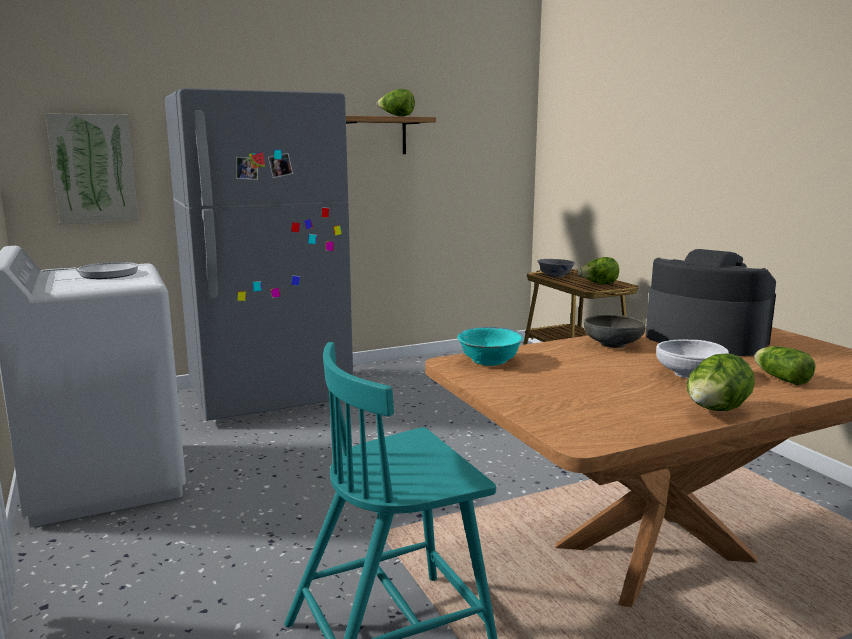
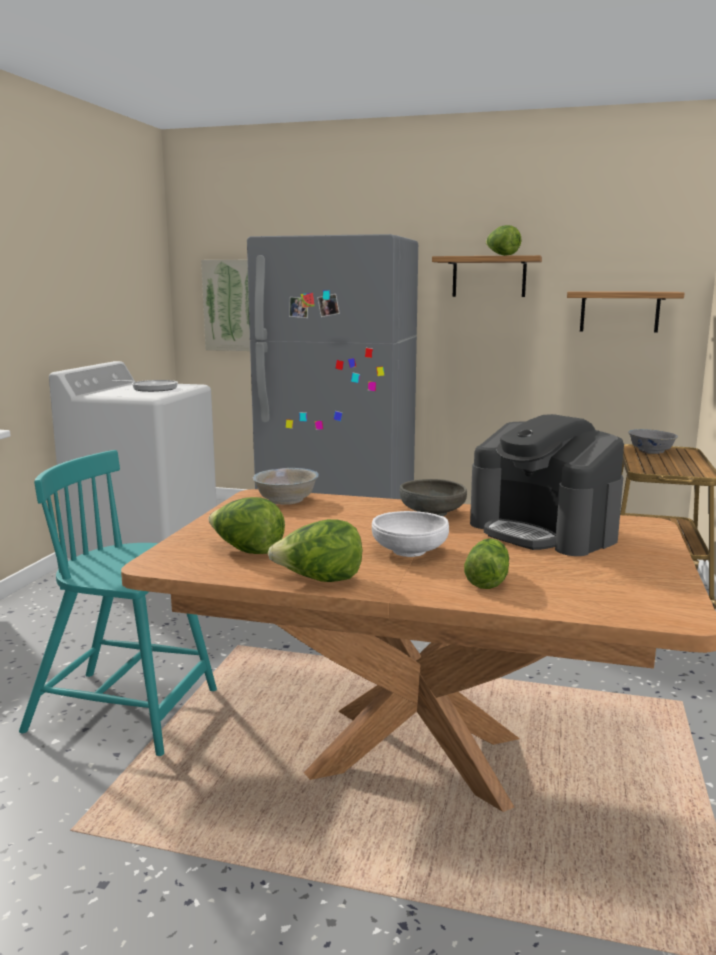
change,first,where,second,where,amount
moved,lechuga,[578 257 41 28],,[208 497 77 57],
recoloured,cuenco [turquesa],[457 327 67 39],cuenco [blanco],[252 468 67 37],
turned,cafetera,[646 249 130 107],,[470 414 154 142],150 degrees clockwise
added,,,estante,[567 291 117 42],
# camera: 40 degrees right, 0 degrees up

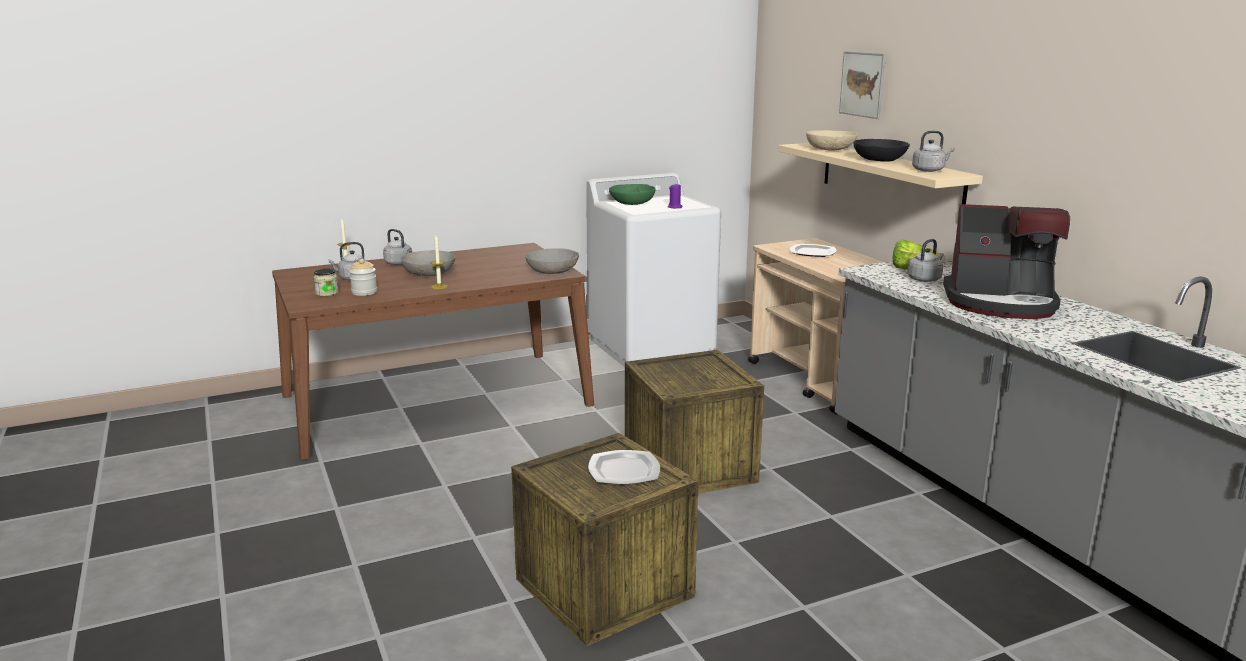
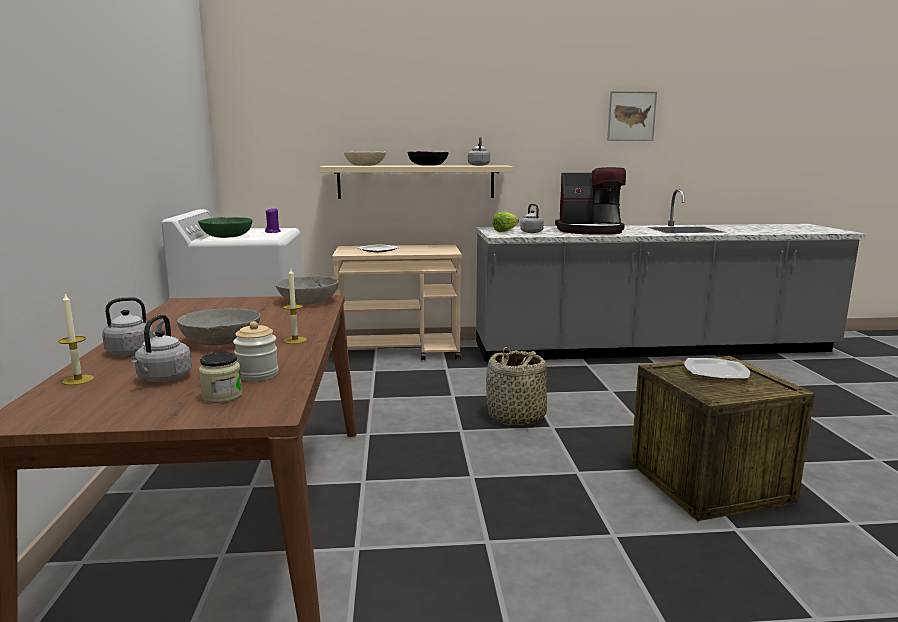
change,first,where,second,where,amount
replaced,caja de embalaje,[625 350 139 144],cesta,[486 347 61 79],
turned,cafetera,[943 204 127 115],,[555 167 71 68],60 degrees clockwise
moved,cuadro,[839 51 47 68],,[607 91 50 50],
# camera: 70 degrees left, 5 degrees down

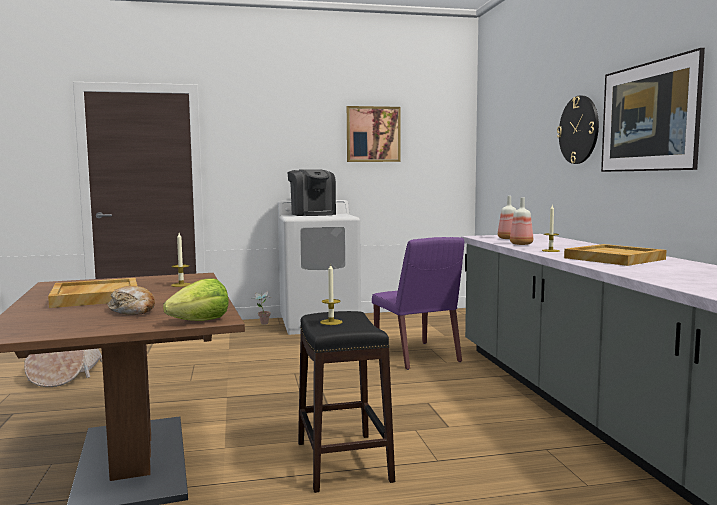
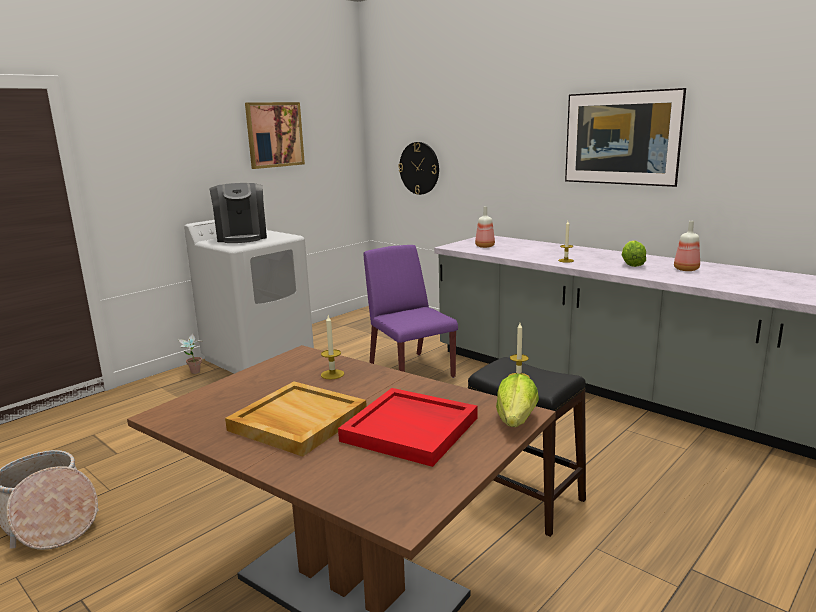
change,first,where,second,where,amount
turned,cafetera,[287 169 49 47],,[209 183 58 60],45 degrees clockwise
replaced,pan,[108 286 47 29],bandeja [rojo],[338 388 139 79],
turned,silla [morado],[372 237 92 133],,[364 245 94 133],150 degrees counterclockwise
moved,reloj de pared,[557 96 42 68],,[398 142 41 53],
replaced,bandeja [beis],[564 244 102 22],lechuga,[622 241 24 26],
moved,botella,[510 197 23 48],,[674 221 26 50],
# camera: 35 degrees left, 10 degrees up

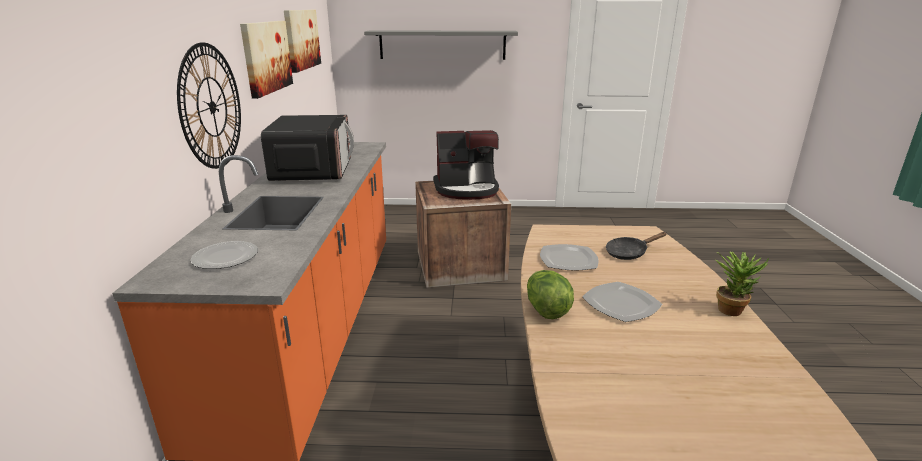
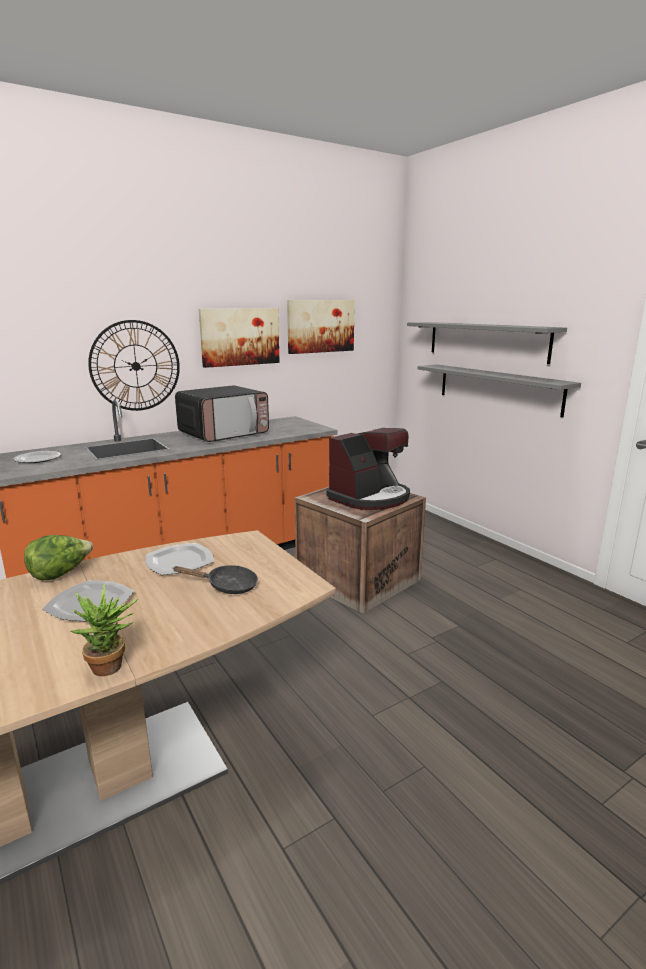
change,first,where,second,where,amount
turned,sartén [negro],[606 232 61 28],,[172 565 86 29],150 degrees clockwise
turned,cafetera,[433 130 66 70],,[326 428 84 82],90 degrees counterclockwise
added,,,estante [gris],[418 365 163 52],
# camera: 55 degrees right, 5 degrees down

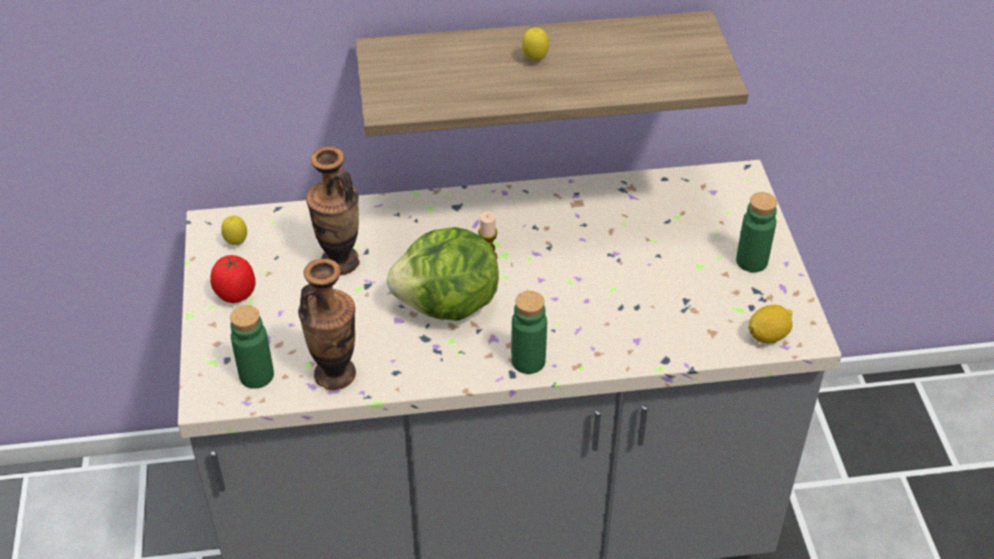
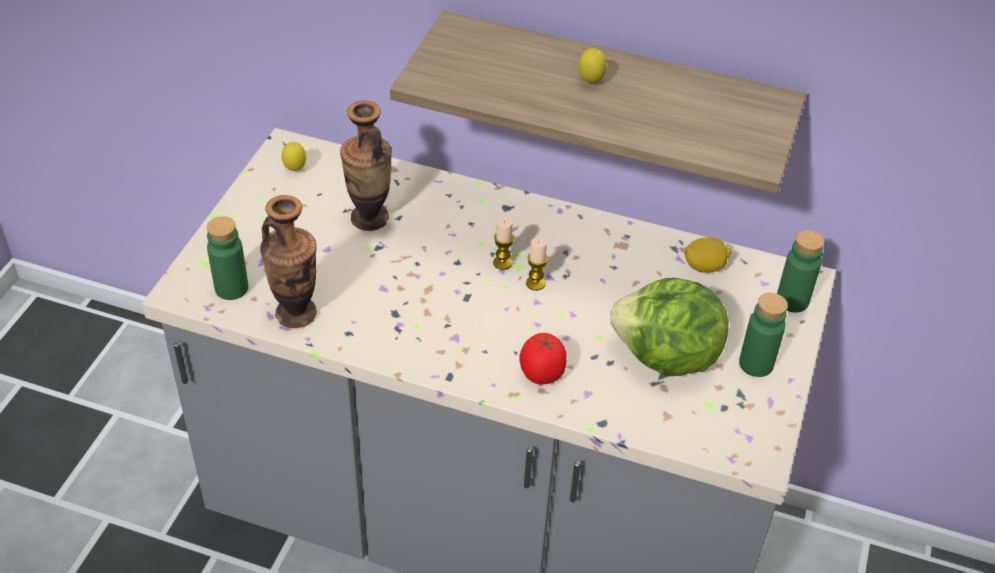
change,first,where,second,where,amount
moved,tomate,[210 255 45 48],,[519 333 48 51],
added,,,vela,[526 238 22 53],
moved,lechuga,[386 227 113 94],,[610 278 119 98],
moved,limón,[748 305 45 38],,[684 237 48 36],
moved,botella [verde],[511 291 36 83],,[777 230 47 83],
# camera: 25 degrees right, 0 degrees up

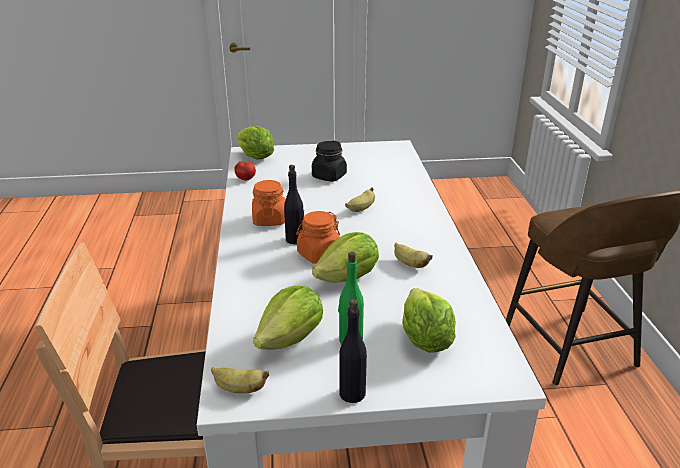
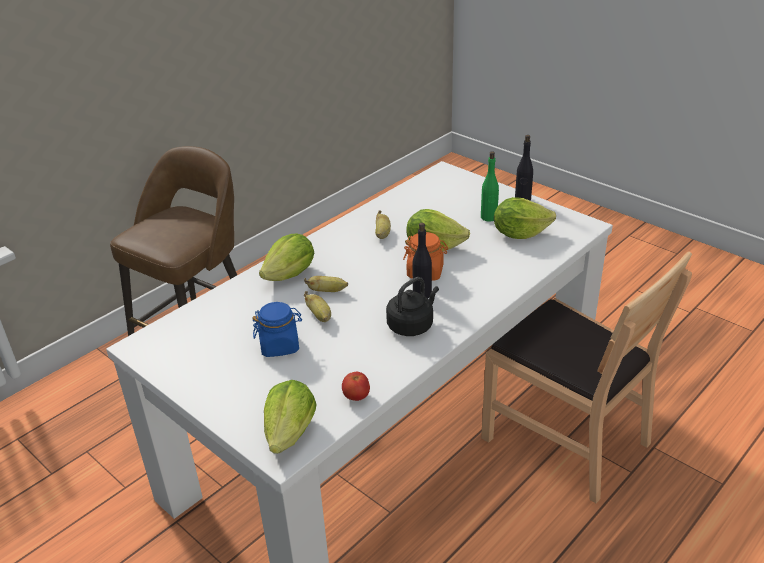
change,first,where,second,where,amount
recoloured,tarro [negro],[312 141 35 41],tarro [azul],[252 302 50 55],
moved,lechuga,[402 288 54 65],,[259 234 55 47],
moved,plátano,[211 367 58 27],,[304 291 27 31],
replaced,tarro [naranja],[252 180 33 46],hervidor [negro],[386 277 53 59],
# camera: 130 degrees left, 5 degrees up

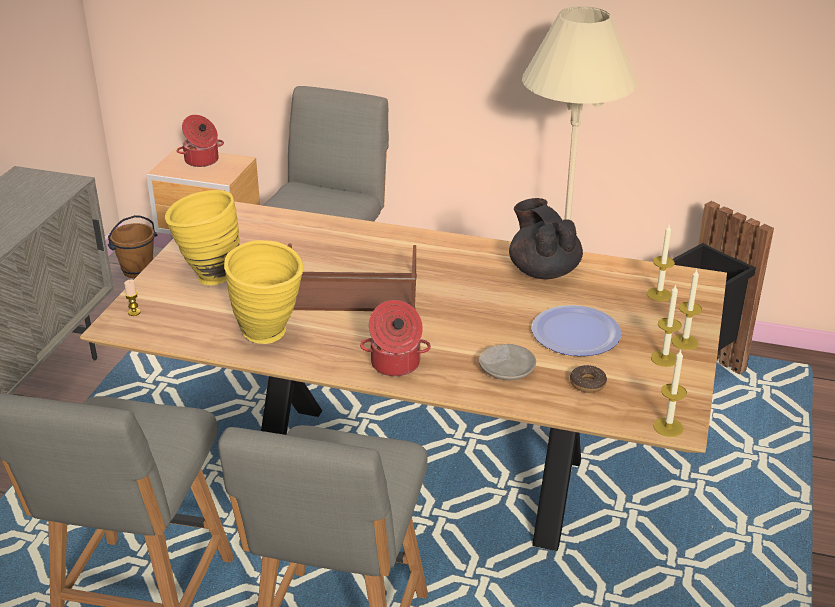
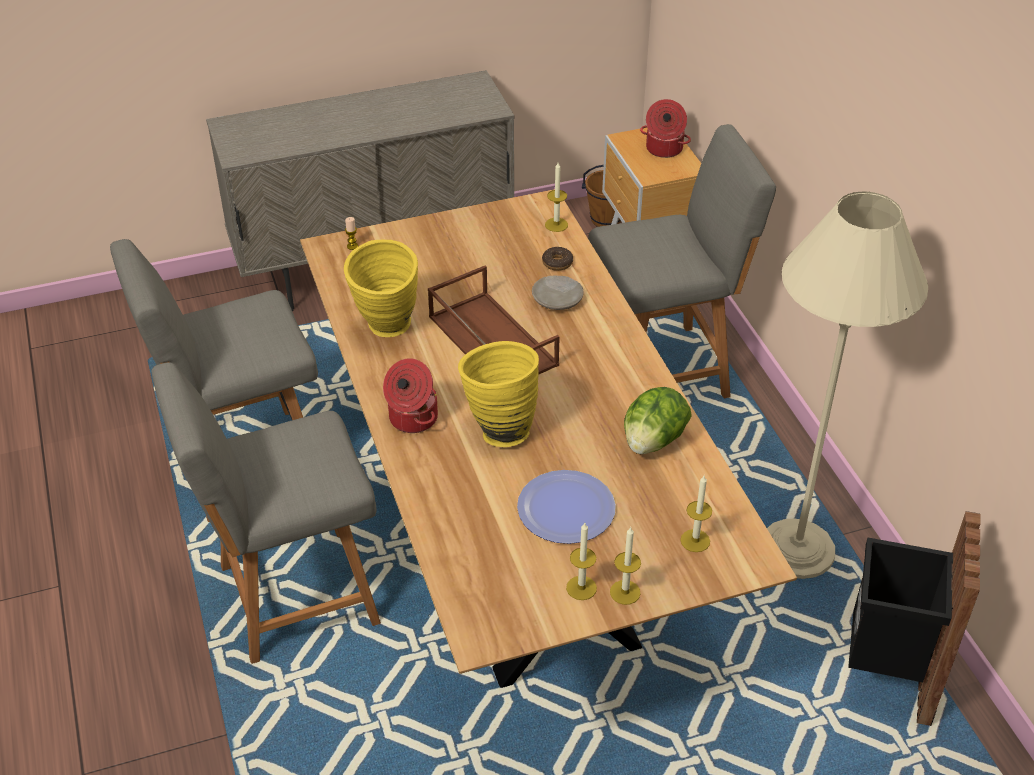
change,first,where,second,where,amount
moved,florero [amarillo],[165 190 75 95],,[458 341 81 106],
moved,plato [beis],[478 344 58 36],,[532 276 52 34],
moved,rosquilla,[570 365 37 28],,[542 247 31 24],
moved,vela,[653 349 34 88],,[545 163 23 69],
replaced,tetera [negro],[509 198 74 81],lechuga,[624 387 68 67],
# camera: 55 degrees right, 10 degrees up

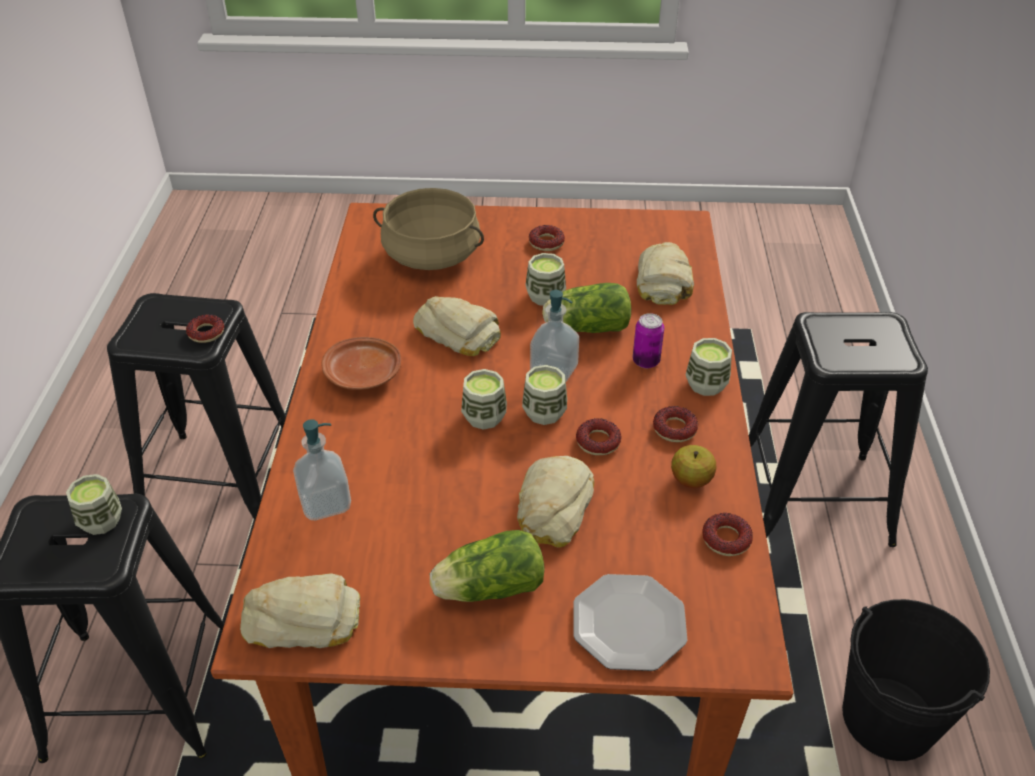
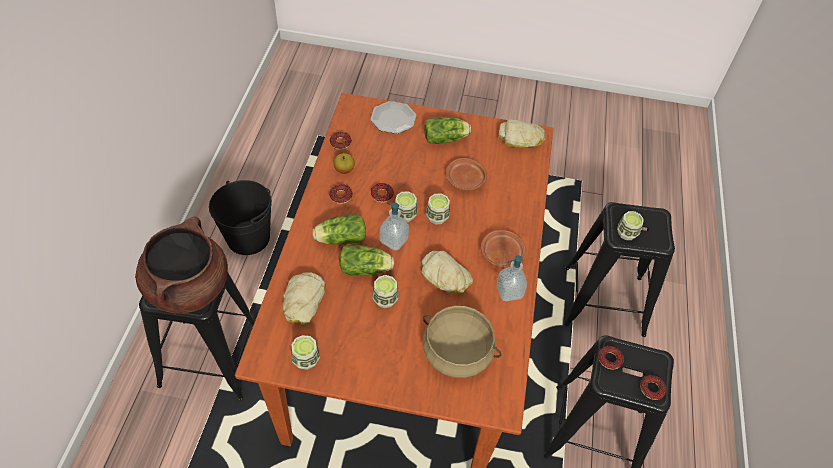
change,first,where,second,where,amount
added,,,olla [marrón],[135 216 93 98],
moved,taza,[686 338 46 58],,[291 335 29 35],
replaced,lata,[633 313 31 55],lechuga,[312 214 54 31],
added,,,plato [marrón],[446 158 42 32],
moved,dispensador de jabón,[293 419 58 101],,[496 255 31 47],
moved,rosquilla,[529 225 36 26],,[640 375 27 25],
removed,pan,[517 456 77 92],,,
# camera: 175 degrees left, 10 degrees up

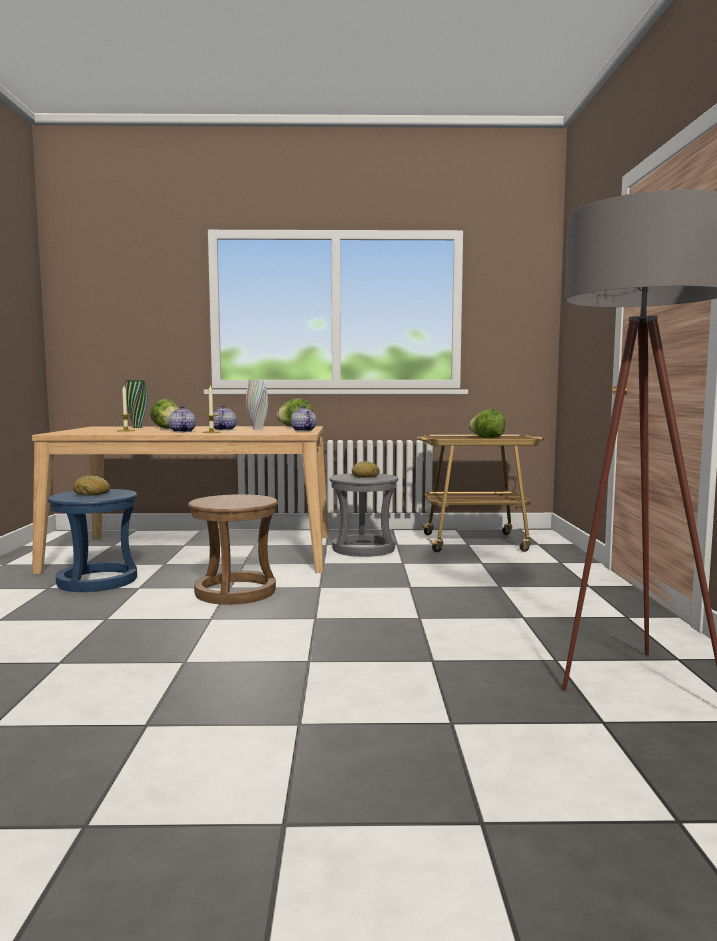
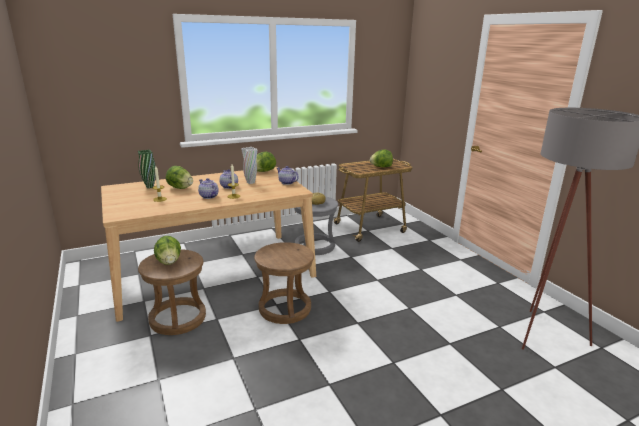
change,first,where,second,where,amount
recoloured,taburete [azul],[47 489 90 103],taburete [marrón],[138 249 68 86],
replaced,pan,[73 475 37 21],lechuga,[154 236 27 29],
# camera: 25 degrees left, 15 degrees up

